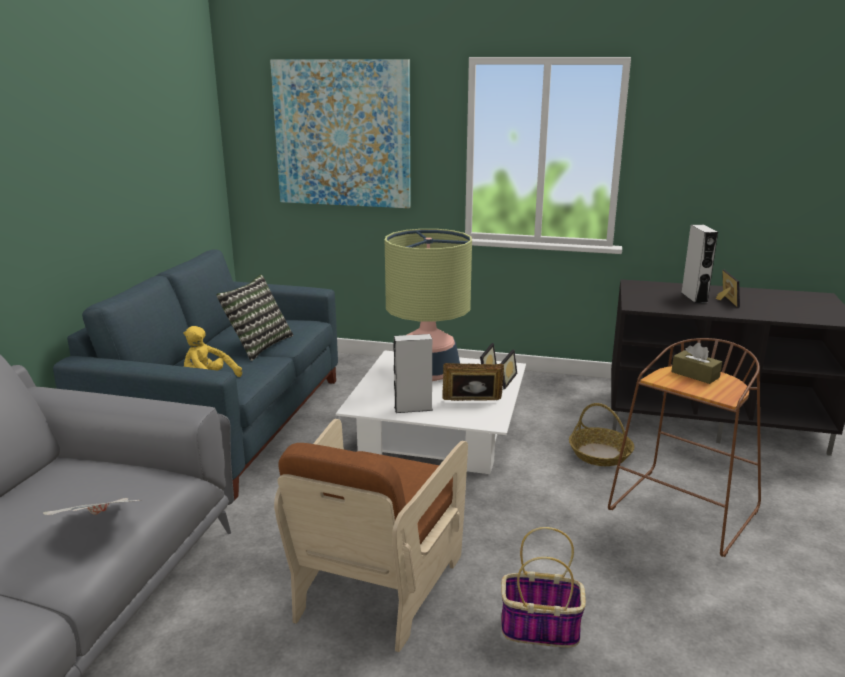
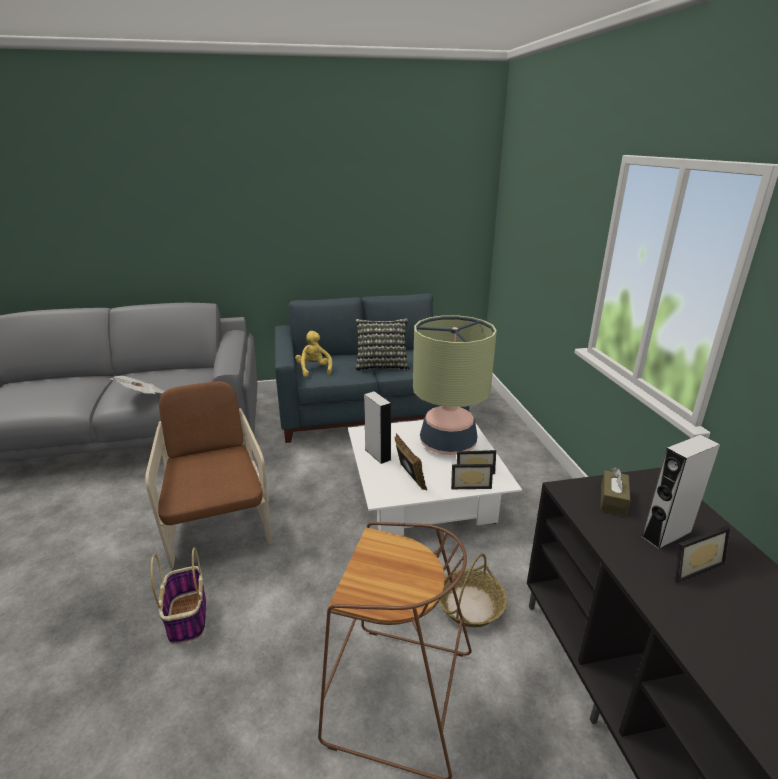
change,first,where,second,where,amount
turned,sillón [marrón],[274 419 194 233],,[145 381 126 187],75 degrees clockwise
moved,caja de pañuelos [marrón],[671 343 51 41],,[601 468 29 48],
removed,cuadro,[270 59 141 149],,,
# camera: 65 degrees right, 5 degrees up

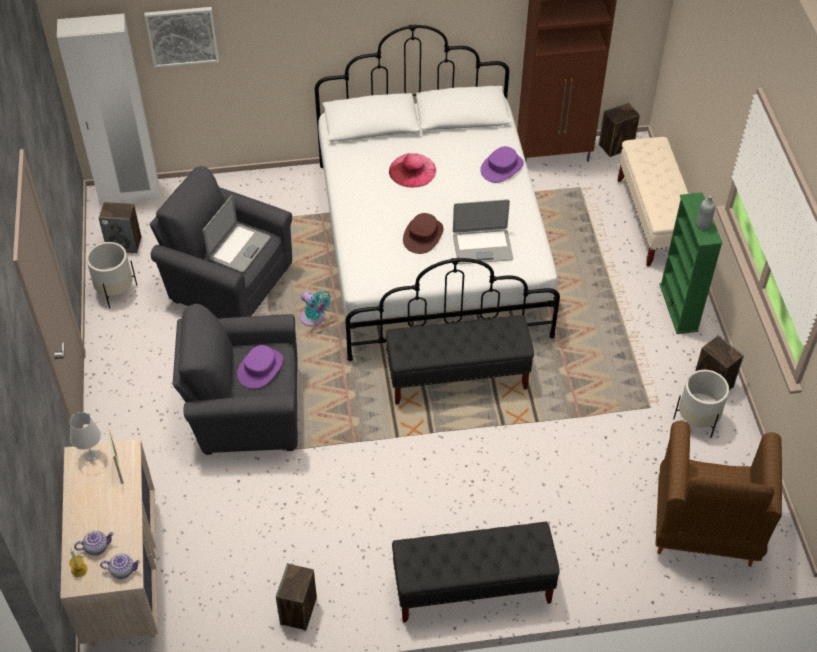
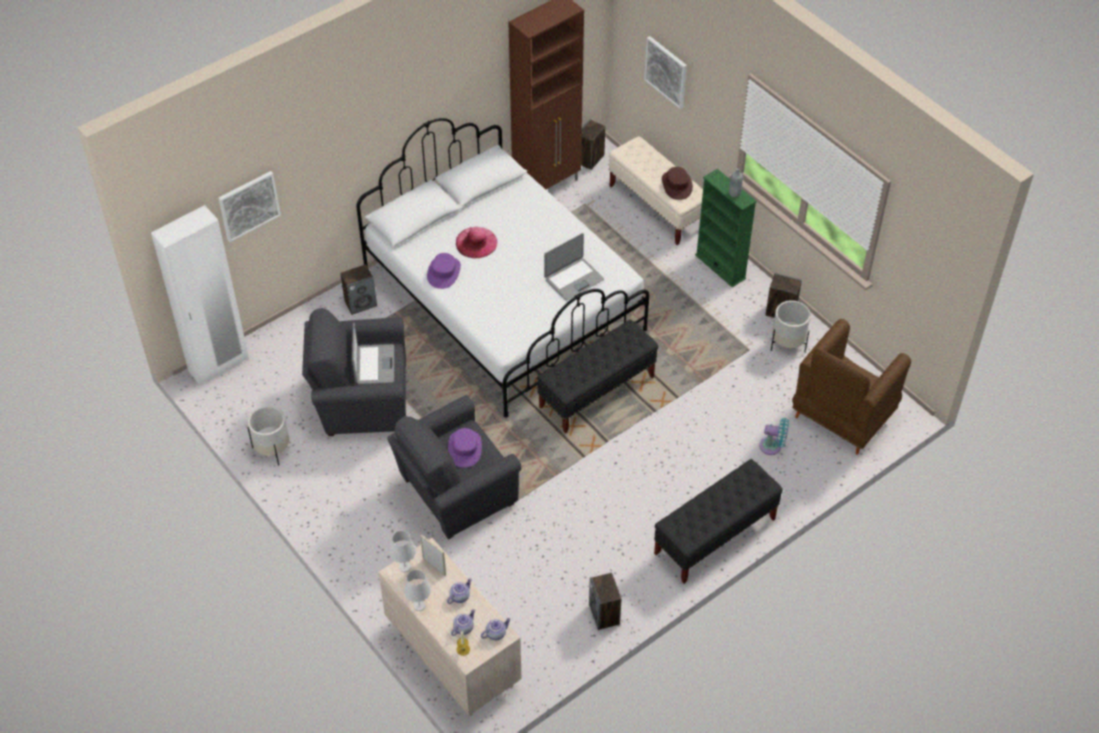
change,first,where,second,where,amount
moved,altavoz,[99 202 42 51],,[341 264 36 51],
added,,,lámpara de mesa [blanco],[404 569 27 42],
moved,sombrero [morado],[480 146 44 37],,[427 253 34 36],
added,,,tetera,[447 578 25 26],
added,,,cuadro,[644 36 43 73],
moved,sombrero [marrón],[403 213 40 41],,[662 167 31 33],
moved,ventilador [turquesa],[300 291 31 35],,[759 418 30 37],
turned,sillón [marrón],[655 421 127 146],,[792 319 119 136],60 degrees clockwise
# camera: 30 degrees left, 0 degrees up

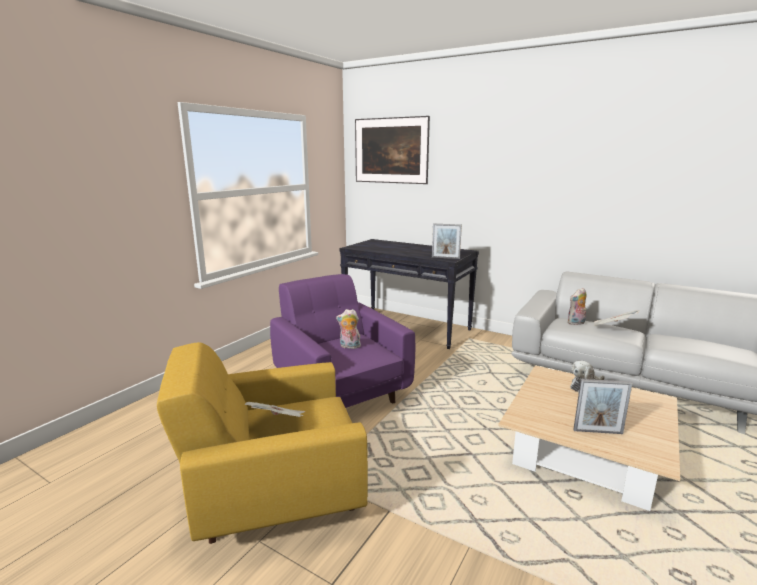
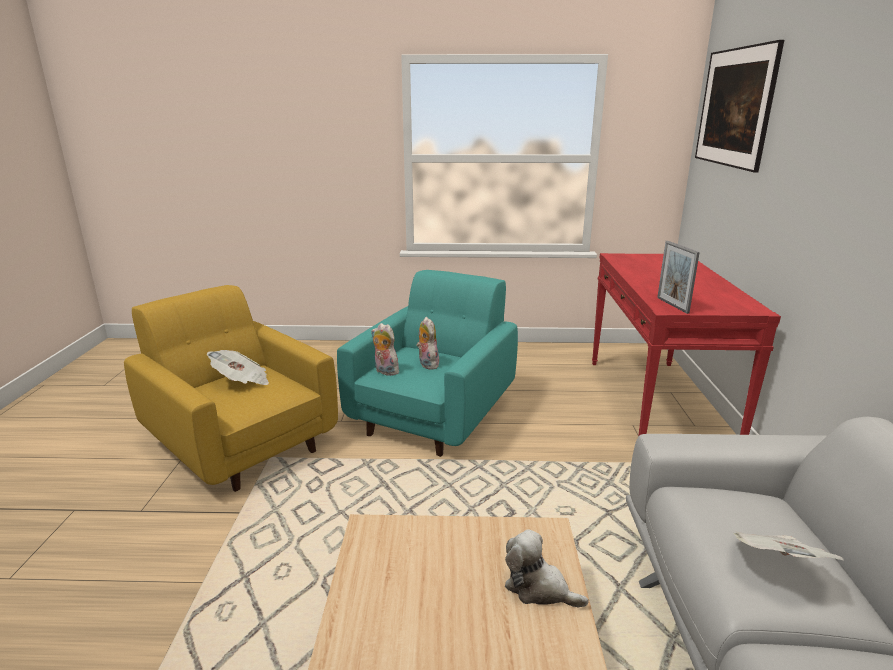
change,first,where,second,where,amount
recoloured,sillón [morado],[270 274 145 134],sillón [turquesa],[337 270 181 187],
moved,peluche,[568 288 19 37],,[371 323 28 53],
recoloured,mesa consola [negro],[340 239 139 110],mesa consola [rojo],[592 253 189 184],
removed,portarretratos,[573 379 59 55],,,
# camera: 60 degrees right, 5 degrees up

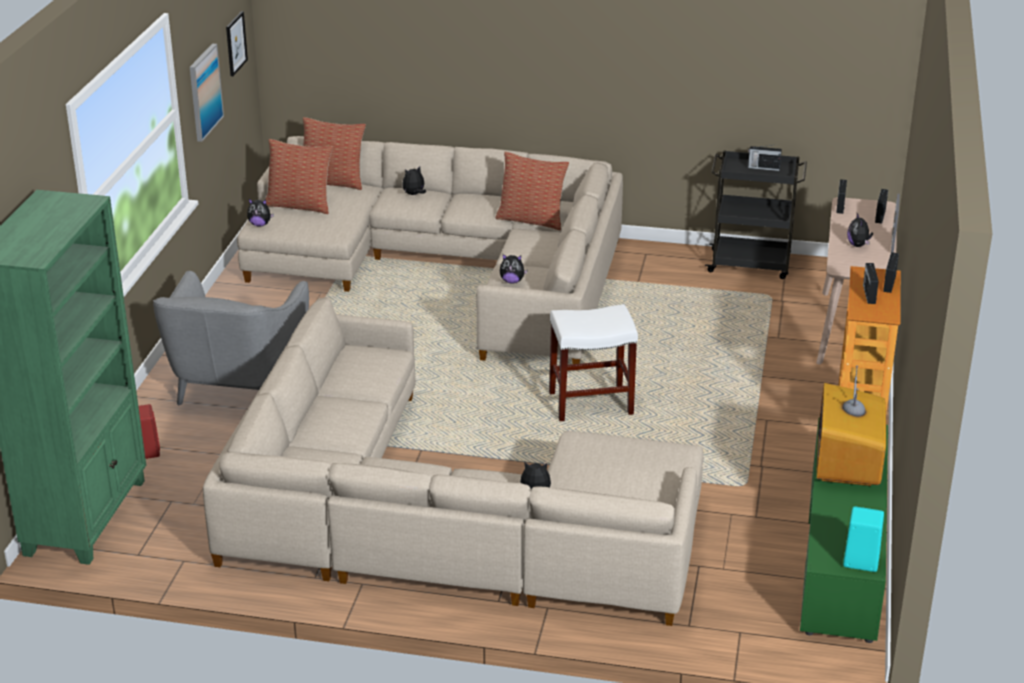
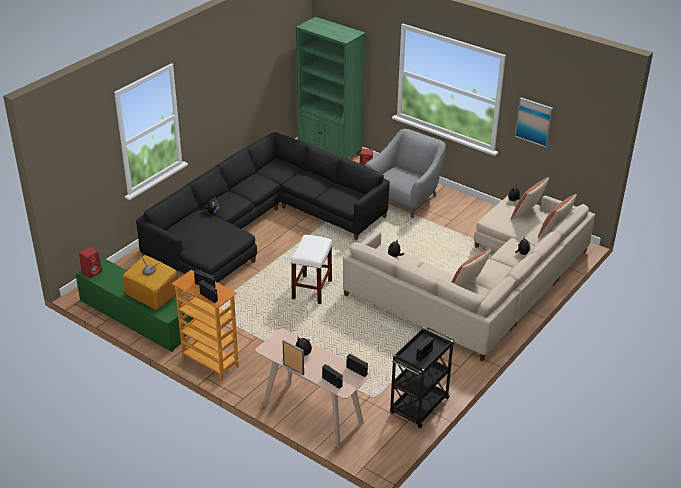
change,first,where,second,where,amount
recoloured,altavoz [turquesa],[843 507 41 65],altavoz [rojo],[79 247 23 31],
recoloured,sofá [beis],[203 297 500 329],sofá [negro],[136 132 254 151],
turned,sillón [gris],[153 271 156 134],,[365 129 81 89],90 degrees clockwise
removed,cuadro,[226 11 22 65],,,
# camera: 115 degrees right, 5 degrees up

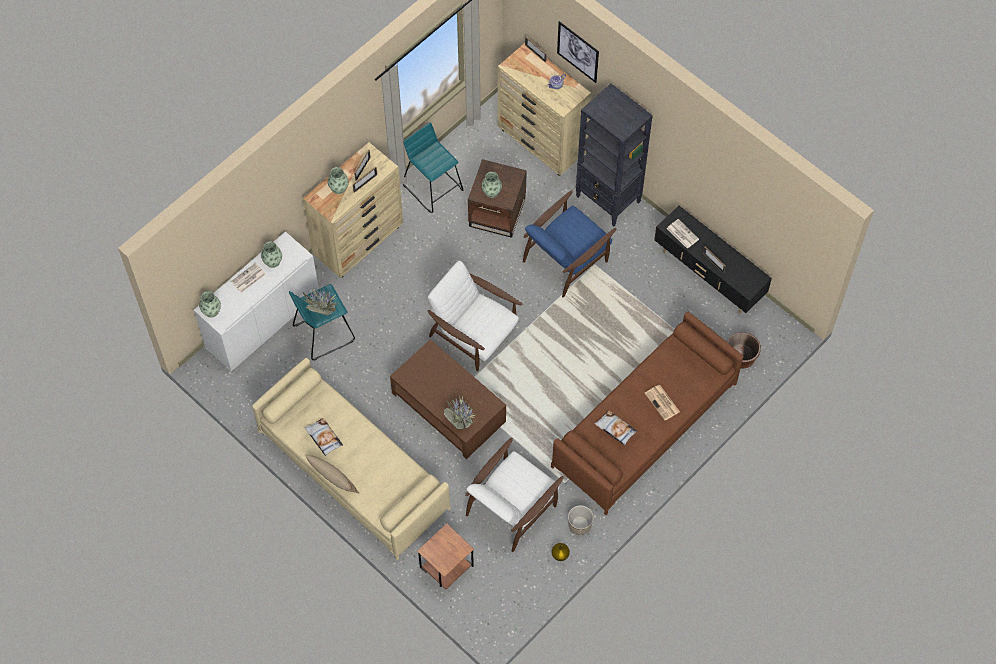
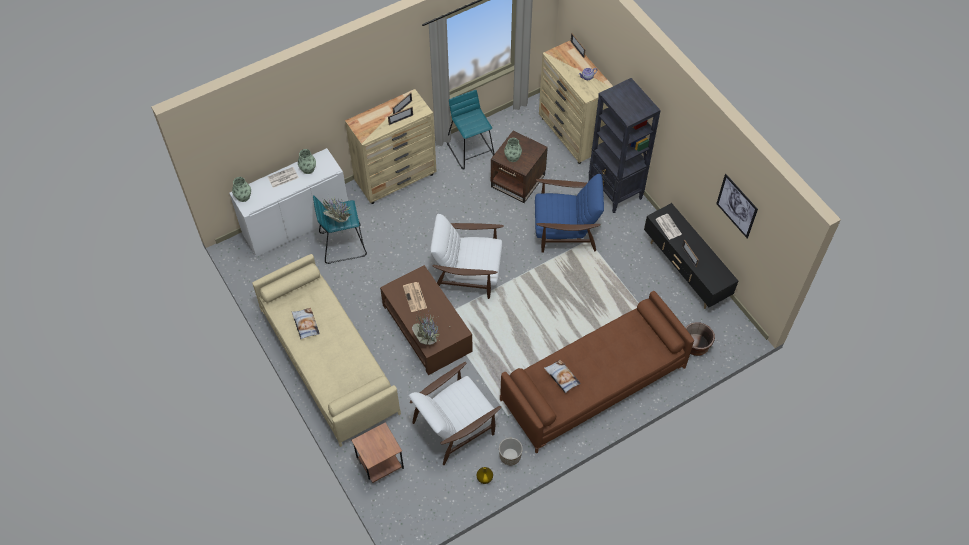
change,first,where,second,where,amount
moved,periódico,[645 385 35 36],,[403 282 24 30],
turned,sillón [blanco],[428 261 95 110],,[431 214 73 85],45 degrees counterclockwise
turned,sillón [azul],[523 190 93 107],,[535 174 69 79],150 degrees counterclockwise
moved,cuadro,[557 21 42 62],,[716 174 42 64],
removed,cojín [beis],[304 454 55 39],,,
removed,florero,[328 167 21 27],,,
# camera: 15 degrees right, 5 degrees down

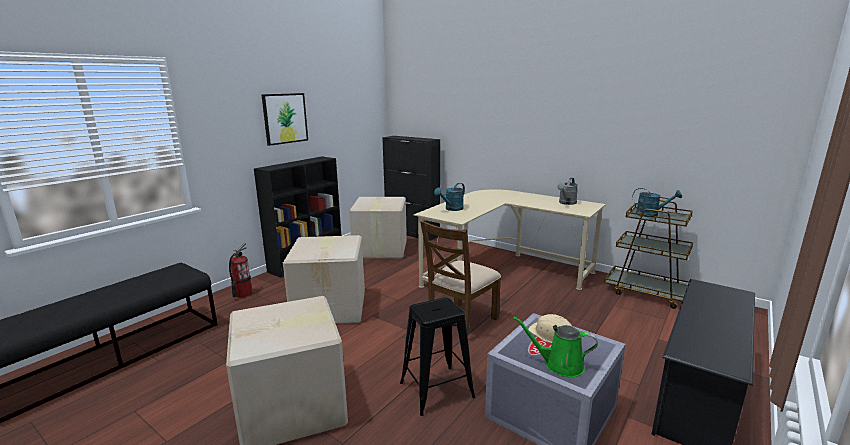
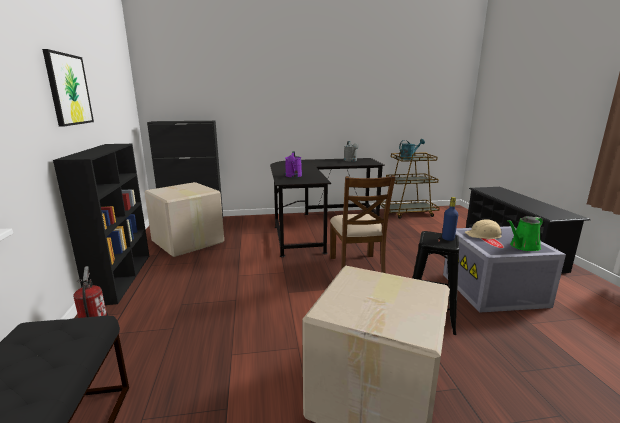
change,first,where,second,where,amount
recoloured,escritorio [beis],[414 189 192 101],escritorio [negro],[270 158 115 99],
recoloured,regadera [turquesa],[434 183 31 28],regadera [morado],[285 151 17 26],
added,,,botella [azul],[442 197 16 44],
removed,caja de cartón,[283 235 82 89],,,
# camera: 45 degrees left, 0 degrees up

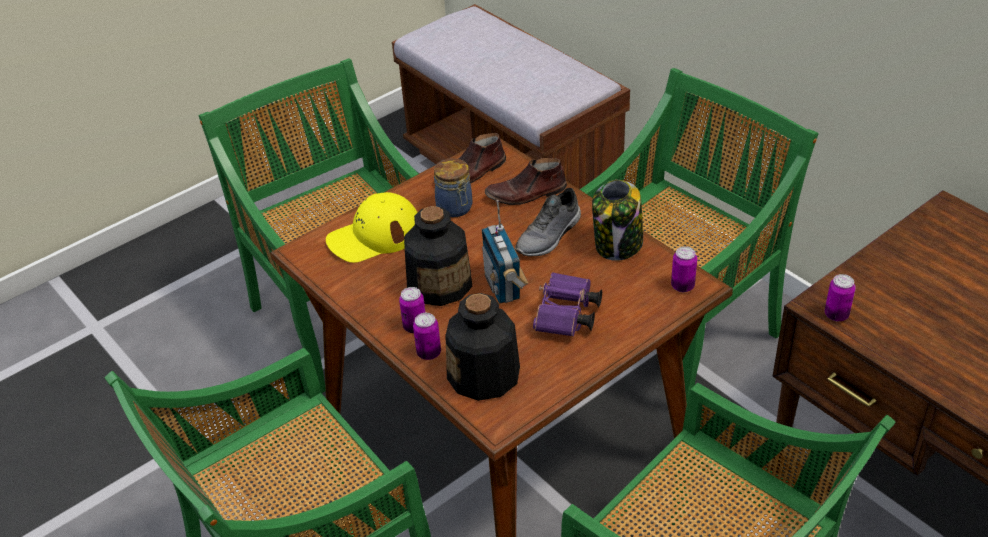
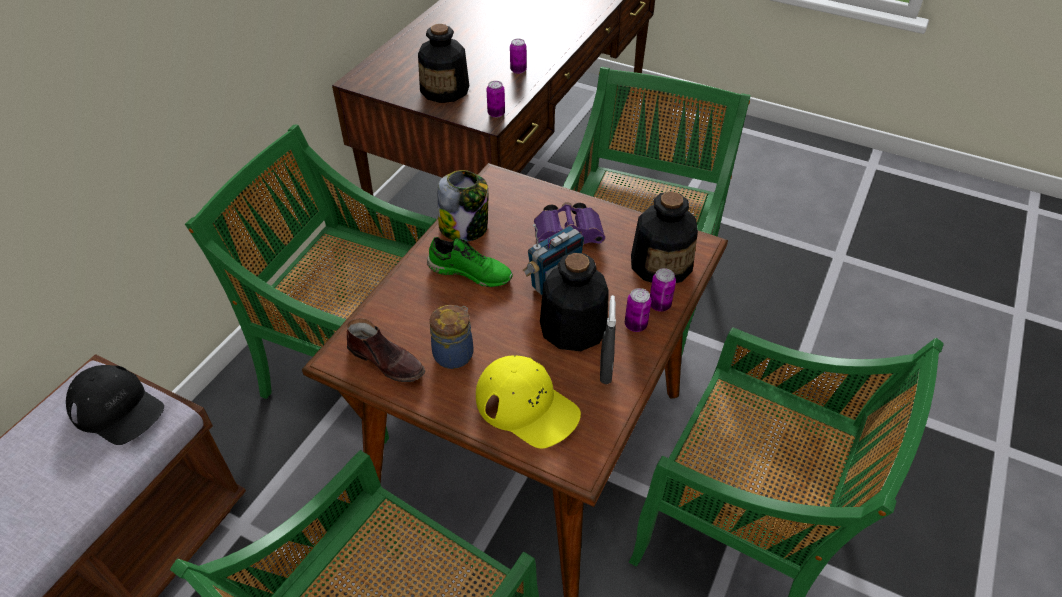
change,first,where,second,where,amount
added,,,gorra [negro],[66 365 98 80],
added,,,botella,[418 24 51 79],
recoloured,zapato [gris],[515 188 66 69],zapato [verde],[427 237 86 50],
moved,lata,[671 246 26 46],,[510 39 17 35],
added,,,pulverizador [gris],[600 295 16 89],
removed,zapato [marrón],[485 158 82 47],,,
# camera: 115 degrees left, 5 degrees up

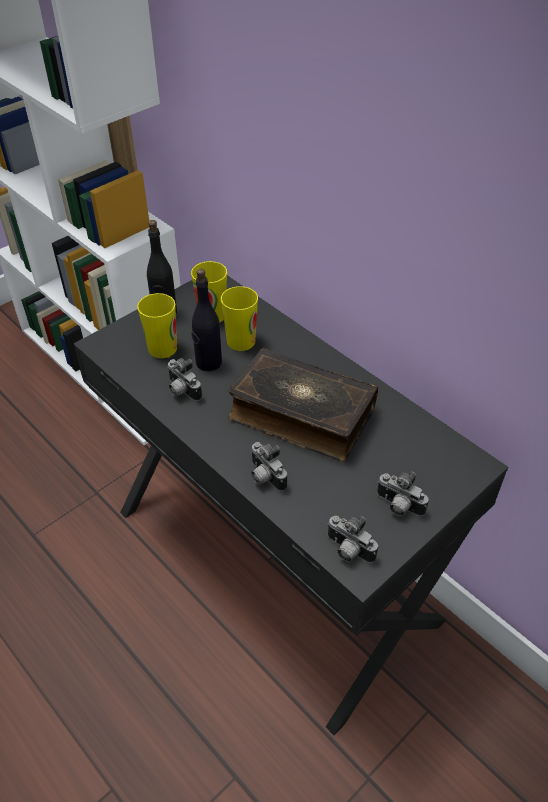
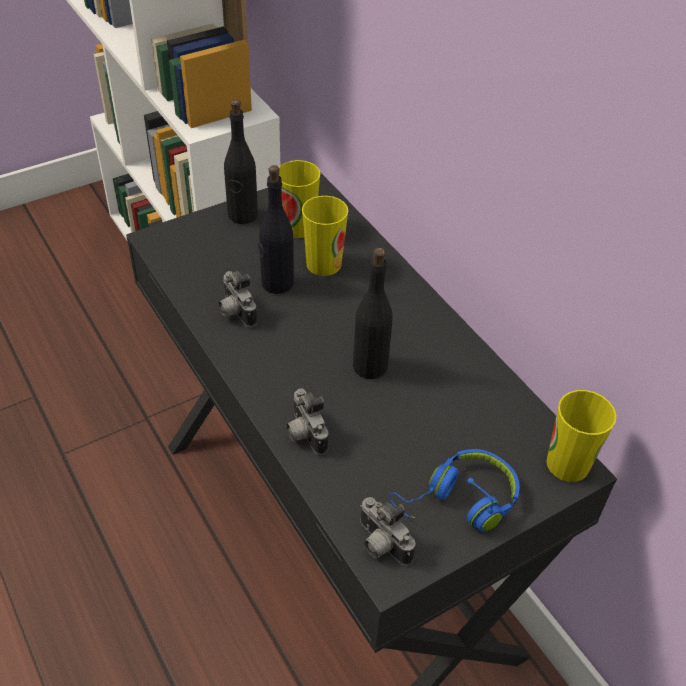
change,first,where,second,where,amount
replaced,libro,[228 348 150 113],botella [negro],[353 248 39 131],
replaced,cámara,[377 472 52 45],auriculares [azul],[389 449 131 83],
moved,taza,[137 293 40 65],,[546 390 70 92],
# camera: 10 degrees right, 0 degrees up

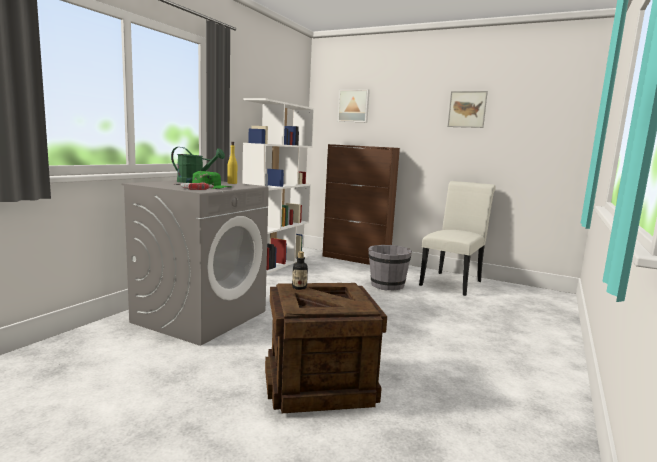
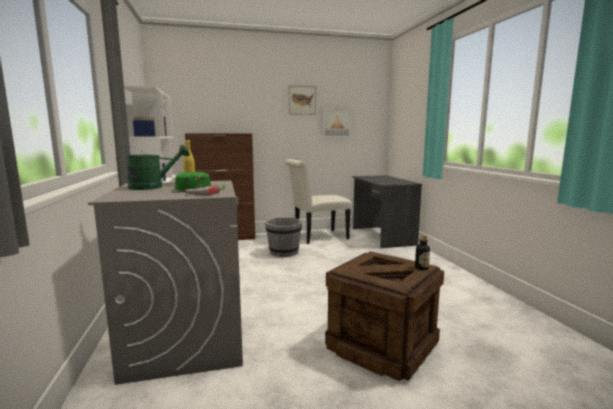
change,first,where,second,where,amount
turned,silla [blanco],[419 181 77 115],,[285 159 67 85],105 degrees counterclockwise
moved,cuadro,[338 89 32 33],,[323 109 28 28],
added,,,escritorio [gris],[352 175 70 73],
moved,botella,[292 251 16 39],,[415 234 15 36],
# camera: 40 degrees left, 0 degrees up

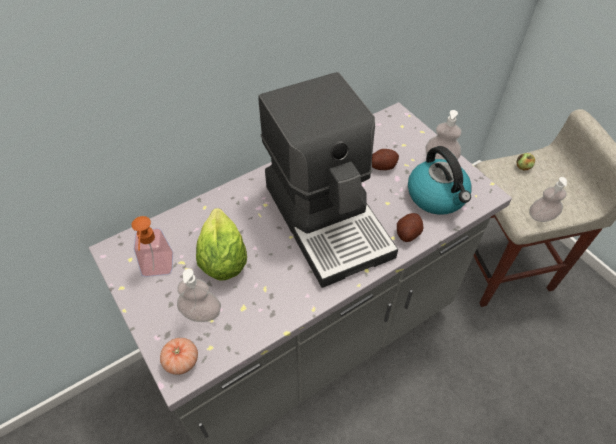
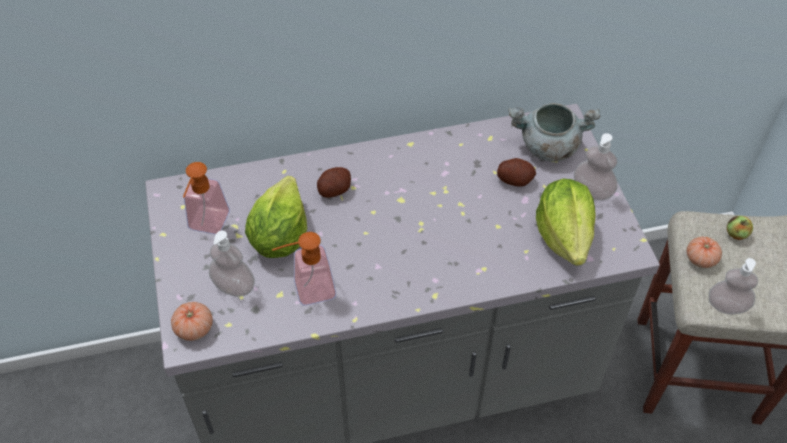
change,first,where,second,where,amount
added,,,dispensador de jabón,[272 232 64 74],
moved,patata,[397 213 26 29],,[317 167 34 31],
added,,,olla [gris],[508 103 92 59],
replaced,hervidor,[408 146 64 69],lechuga,[536 179 60 87],
added,,,tomate,[687 237 35 31],
removed,cafetera,[258 72 140 216],,,
# camera: 20 degrees right, 0 degrees up

